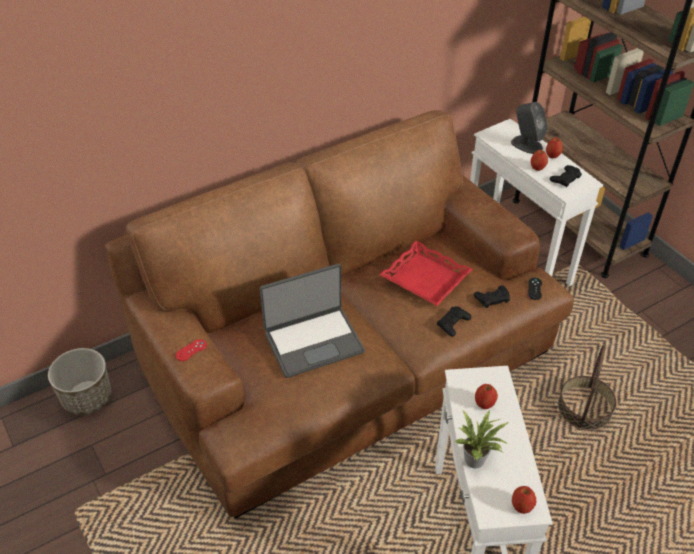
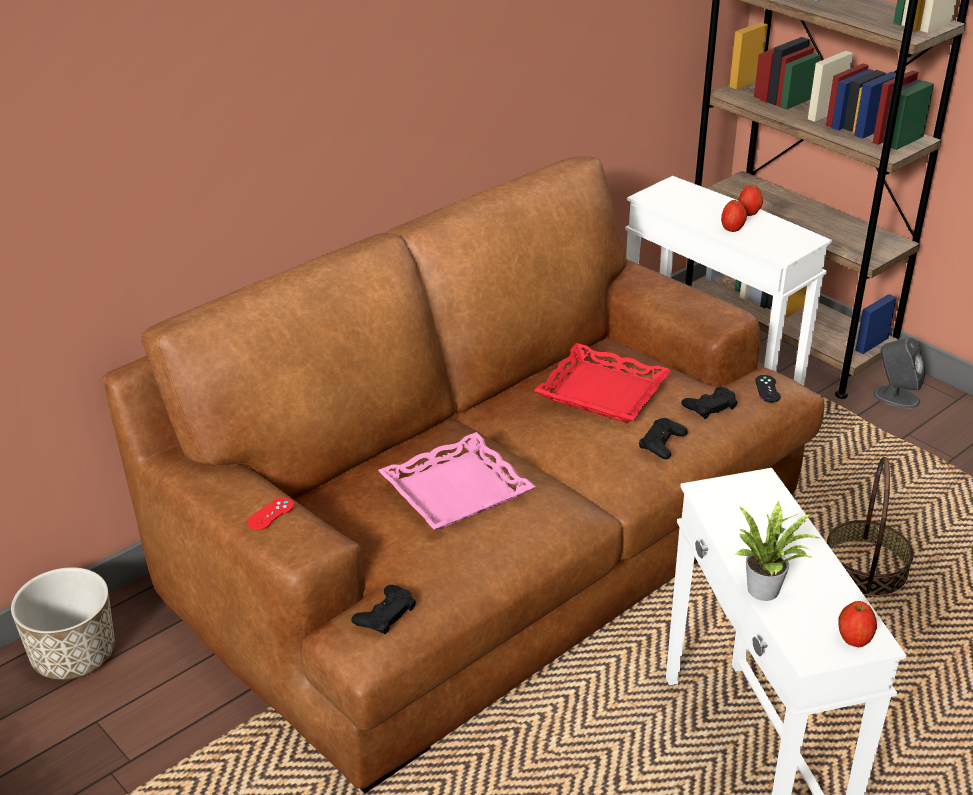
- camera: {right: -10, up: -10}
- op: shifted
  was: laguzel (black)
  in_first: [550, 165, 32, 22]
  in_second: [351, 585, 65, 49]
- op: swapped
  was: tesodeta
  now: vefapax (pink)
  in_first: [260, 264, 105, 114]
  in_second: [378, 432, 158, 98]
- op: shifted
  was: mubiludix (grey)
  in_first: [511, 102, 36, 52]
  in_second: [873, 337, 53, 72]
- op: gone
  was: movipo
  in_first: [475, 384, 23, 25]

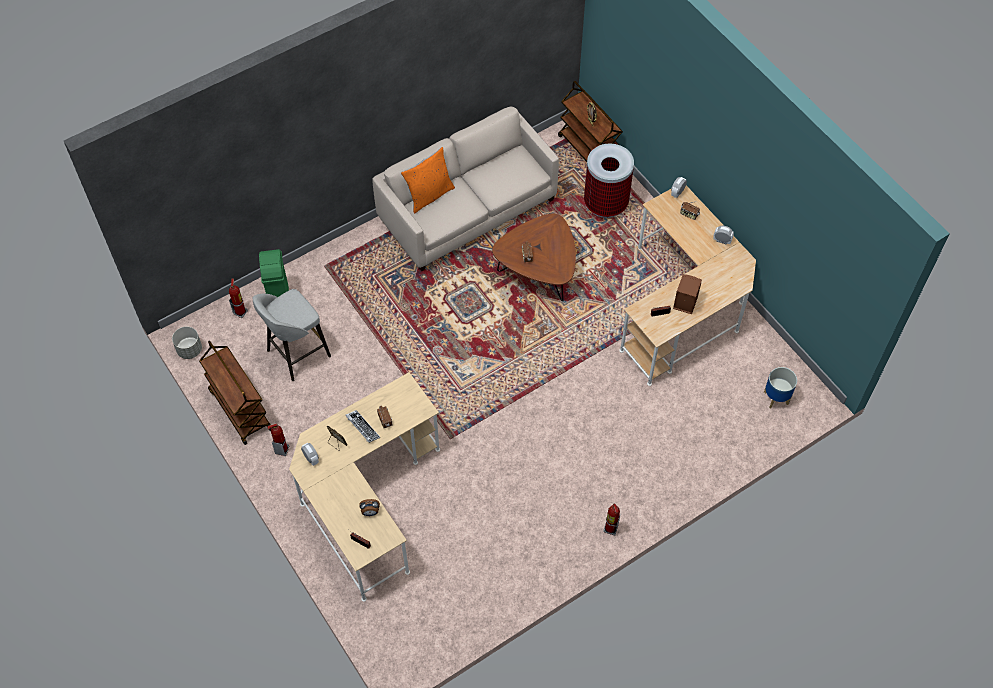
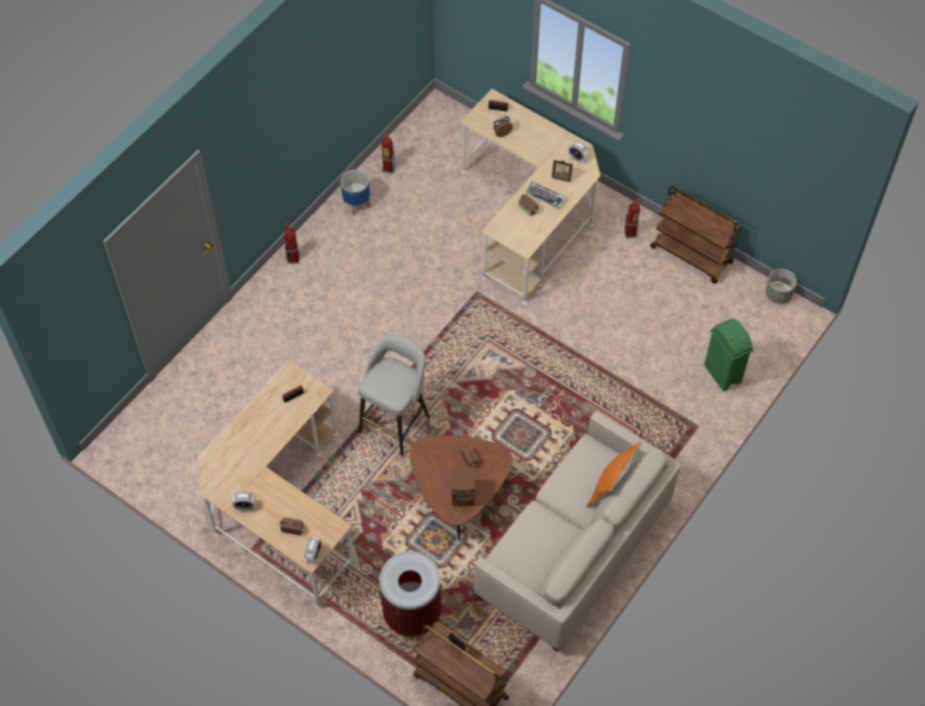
- camera: {right: 160, up: 0}
- op: shifted
  was: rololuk
  in_first: [764, 367, 33, 41]
  in_second: [341, 170, 30, 45]
- op: shifted
  was: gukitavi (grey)
  in_first: [253, 289, 78, 92]
  in_second: [358, 334, 72, 122]
- op: shifted
  was: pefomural
  in_first: [229, 278, 19, 40]
  in_second: [381, 134, 14, 40]
- op: shifted
  was: mubiludix (brown)
  in_first: [673, 274, 29, 40]
  in_second: [452, 467, 23, 40]

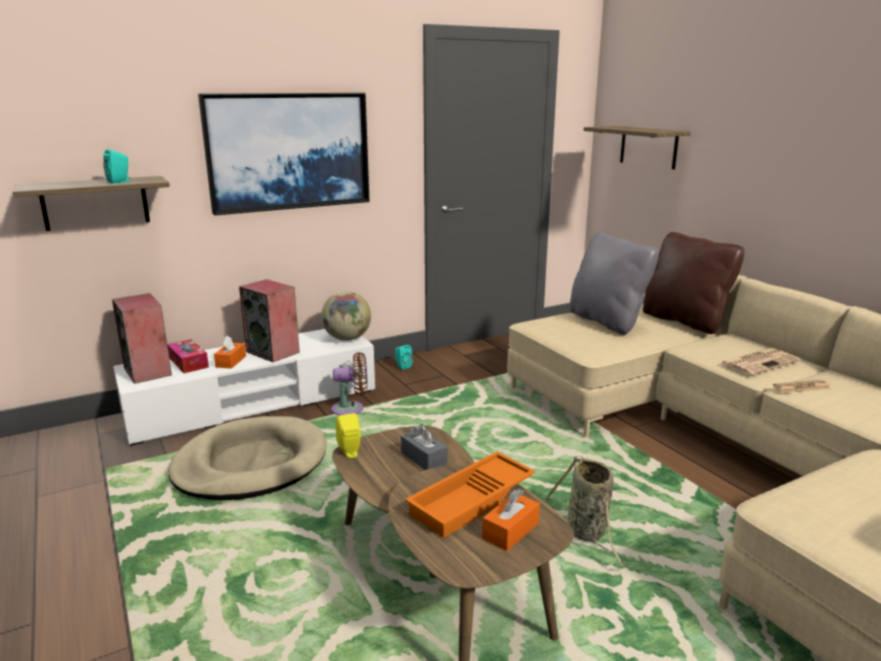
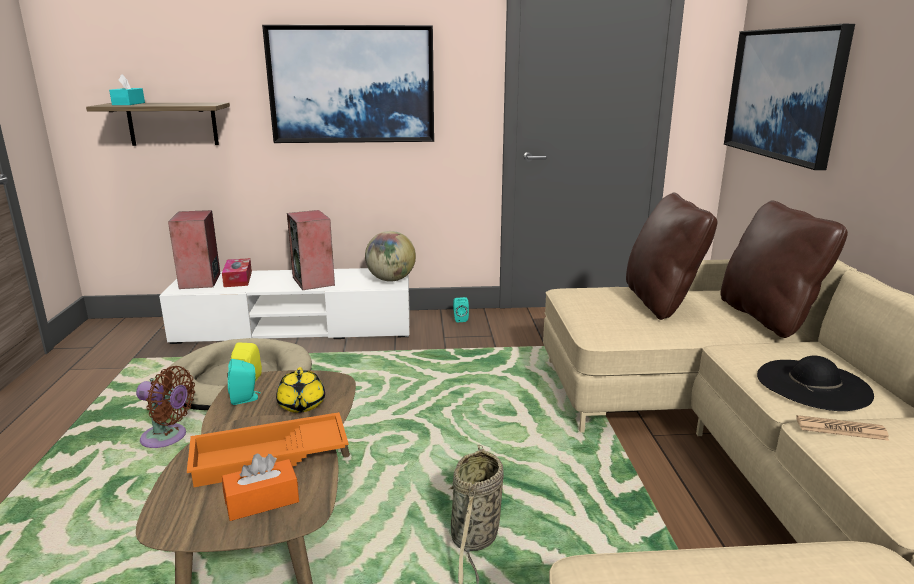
- camera: {right: 25, up: 0}
- op: new
  now: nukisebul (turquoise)
  in_second: [109, 74, 36, 31]
- op: shifted
  was: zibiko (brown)
  in_first: [331, 352, 36, 64]
  in_second: [136, 366, 59, 82]
- op: shifted
  was: mubiludix (turquoise)
  in_first: [103, 149, 28, 35]
  in_second: [228, 359, 33, 46]
- op: swapped
  was: nukisebul (grey)
  now: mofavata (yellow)
  in_first: [401, 424, 47, 46]
  in_second: [276, 367, 49, 46]
- op: repainted
  was: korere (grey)
  now: korere (brown)
  in_first: [570, 232, 89, 103]
  in_second: [626, 192, 91, 128]
- op: swapped
  was: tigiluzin
  now: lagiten
  in_first: [584, 126, 106, 43]
  in_second: [724, 24, 131, 146]
- op: swapped
  was: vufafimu
  now: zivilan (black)
  in_first: [720, 348, 80, 28]
  in_second: [757, 356, 117, 55]
- op: gone
  was: nukisebul (orange)
  in_first: [214, 336, 32, 33]

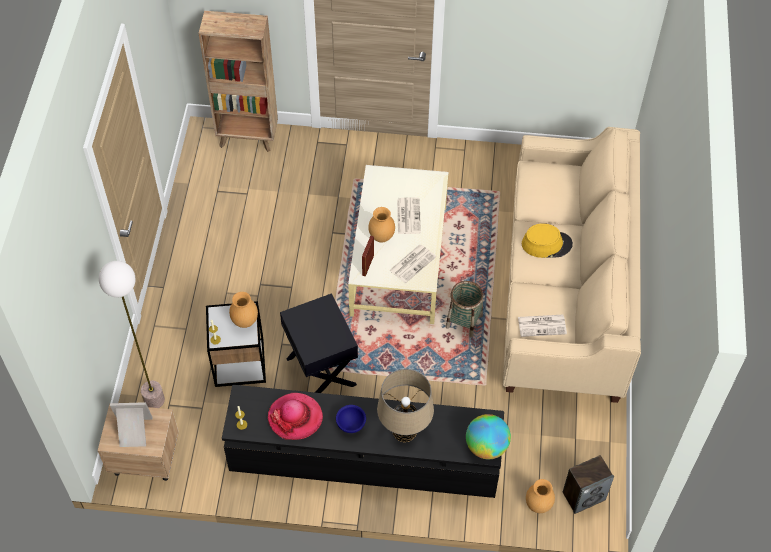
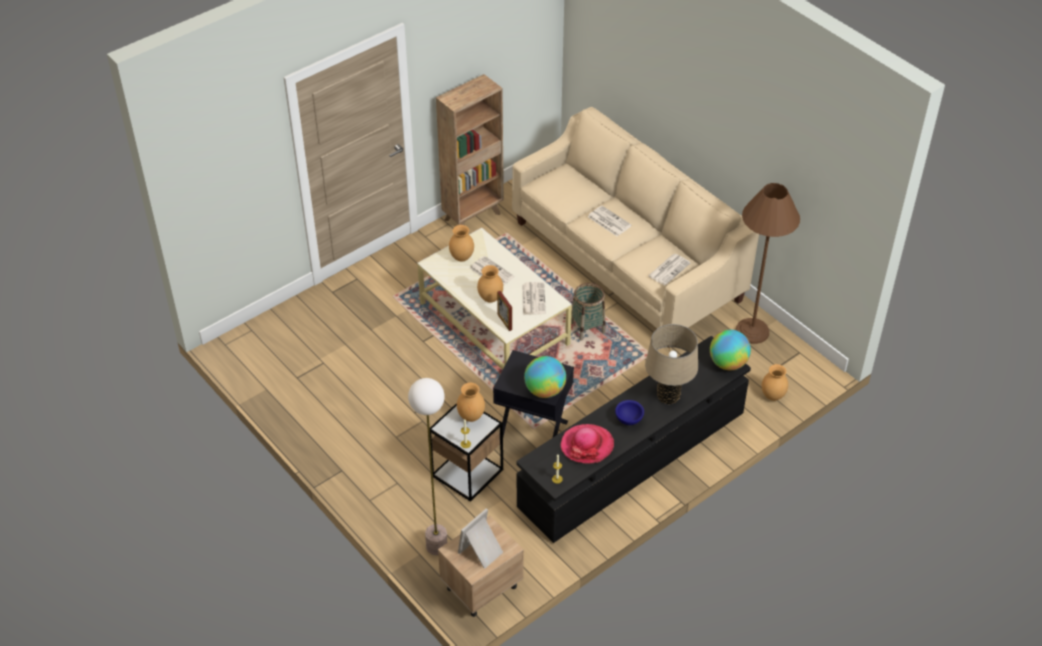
- camera: {right: -45, up: -10}
- op: shifted
  was: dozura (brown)
  in_first: [199, 11, 79, 141]
  in_second: [436, 74, 68, 151]
- op: new
  now: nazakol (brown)
  in_second: [449, 225, 25, 37]
- op: new
  now: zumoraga
  in_second: [524, 356, 42, 42]
- op: swapped
  was: zivilan (yellow)
  now: vufafimu
  in_first: [522, 223, 51, 35]
  in_second: [588, 206, 44, 30]
- op: new
  now: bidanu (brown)
  in_second: [735, 183, 65, 161]
- op: gone
  was: mubiludix
  in_first: [563, 455, 51, 59]

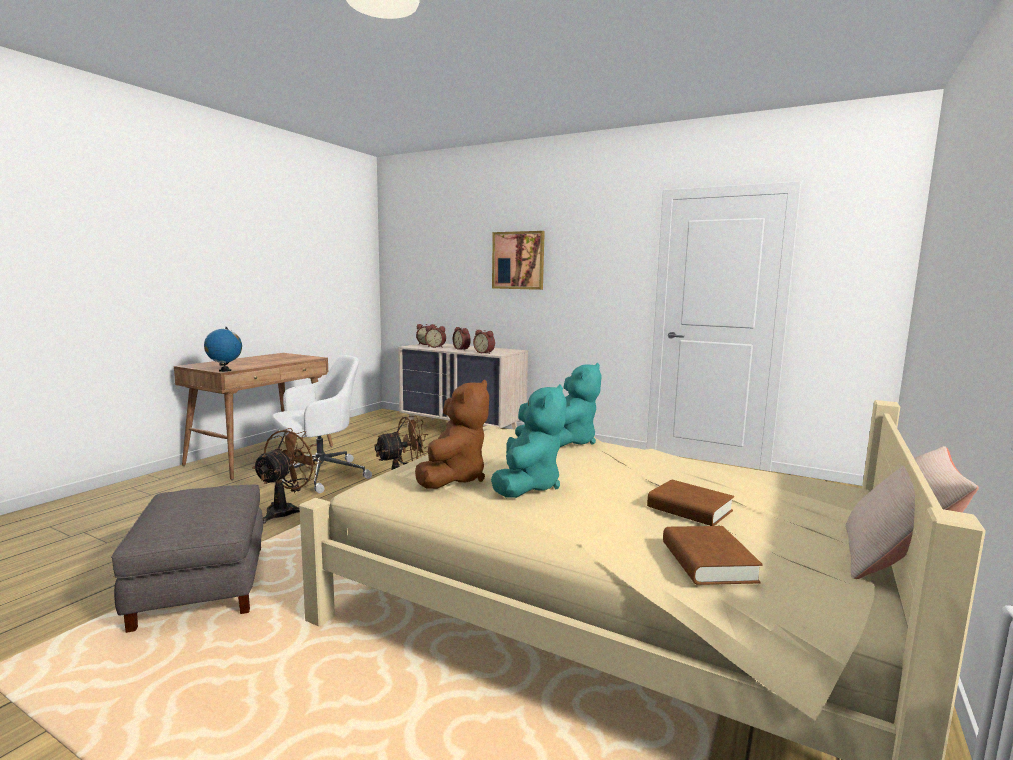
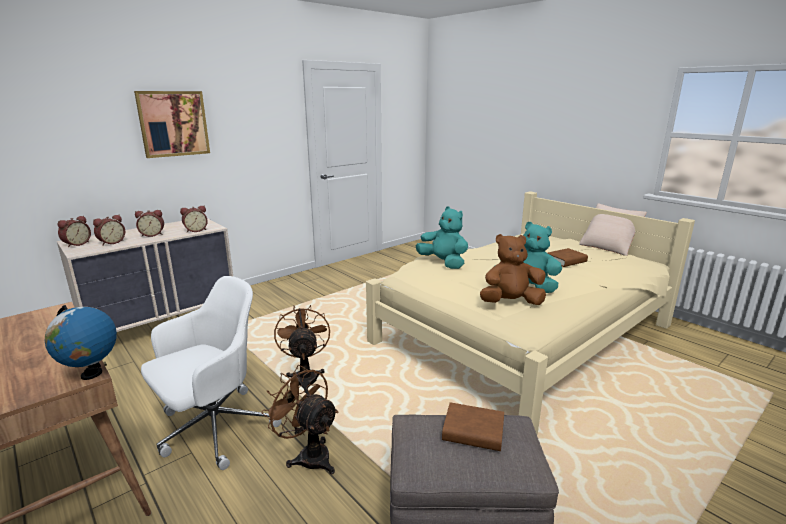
- camera: {right: -70, up: 10}
- op: rotated
  was: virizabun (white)
  in_first: [272, 355, 100, 138]
  in_second: [141, 276, 141, 194]
  clockwise: 60
- op: shifted
  was: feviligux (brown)
  in_first: [663, 526, 99, 59]
  in_second: [442, 402, 62, 49]
- op: rotated
  was: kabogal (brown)
  in_first: [415, 380, 74, 109]
  in_second: [480, 234, 66, 71]
  clockwise: -45

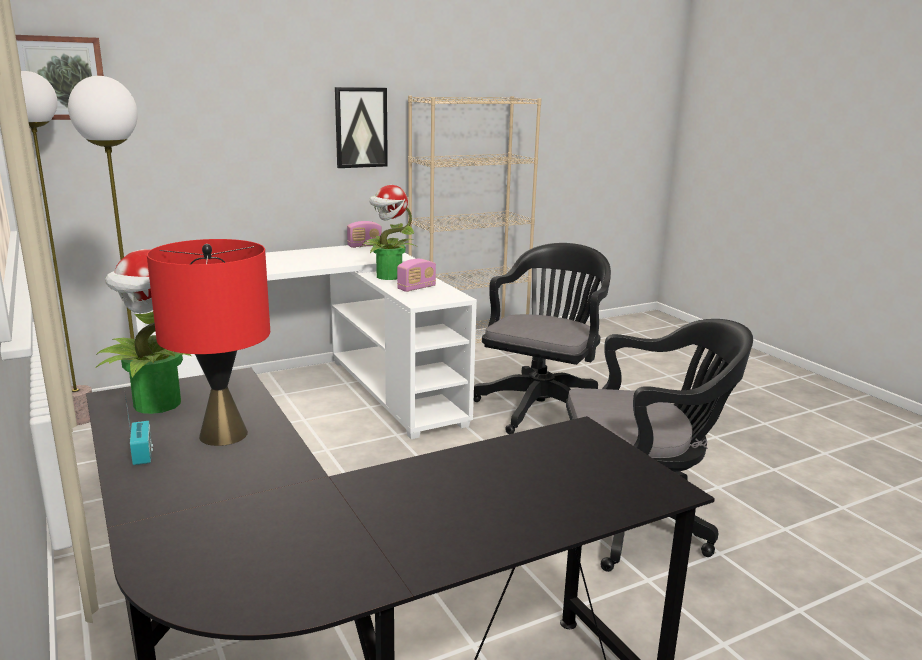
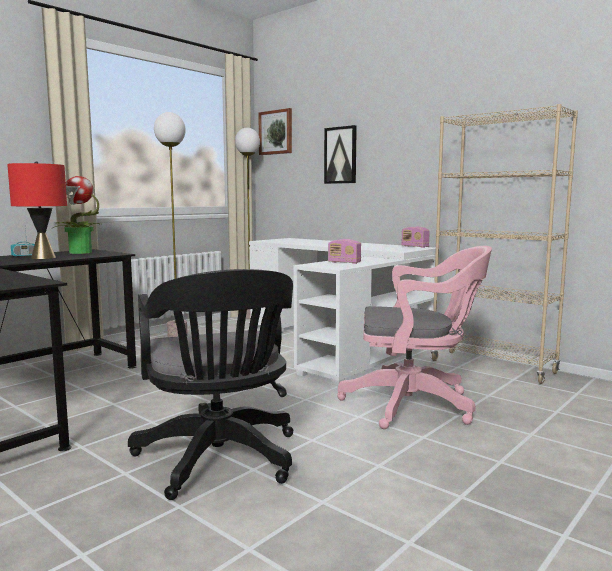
- camera: {right: 70, up: -10}
- op: shifted
  was: lagiten
  in_first: [335, 87, 53, 81]
  in_second: [324, 125, 33, 59]
- op: repainted
  was: virizabun (black)
  now: virizabun (pink)
  in_first: [474, 243, 137, 191]
  in_second: [337, 246, 155, 183]
- op: gone
  was: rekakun
  in_first: [359, 185, 58, 95]

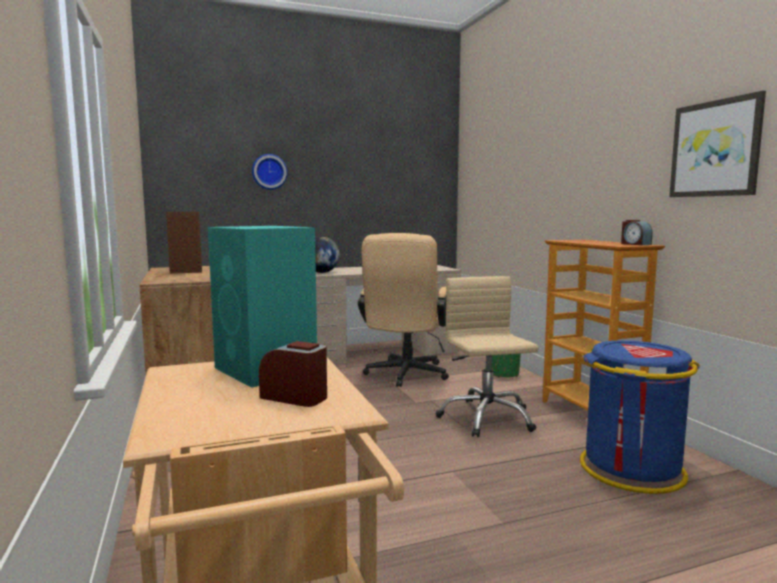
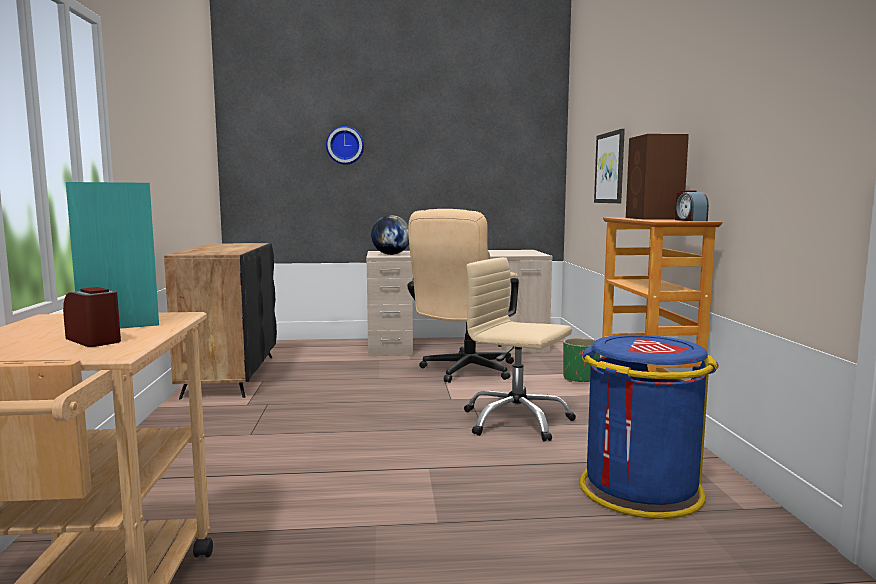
- camera: {right: 15, up: 0}
- op: rotated
  was: virizabun (beige)
  in_first: [436, 276, 103, 161]
  in_second: [464, 257, 112, 185]
  clockwise: -60
- op: shifted
  was: lagiten
  in_first: [669, 91, 97, 106]
  in_second: [594, 129, 31, 74]
- op: shifted
  was: mubiludix (brown)
  in_first: [166, 212, 36, 62]
  in_second: [626, 134, 63, 86]

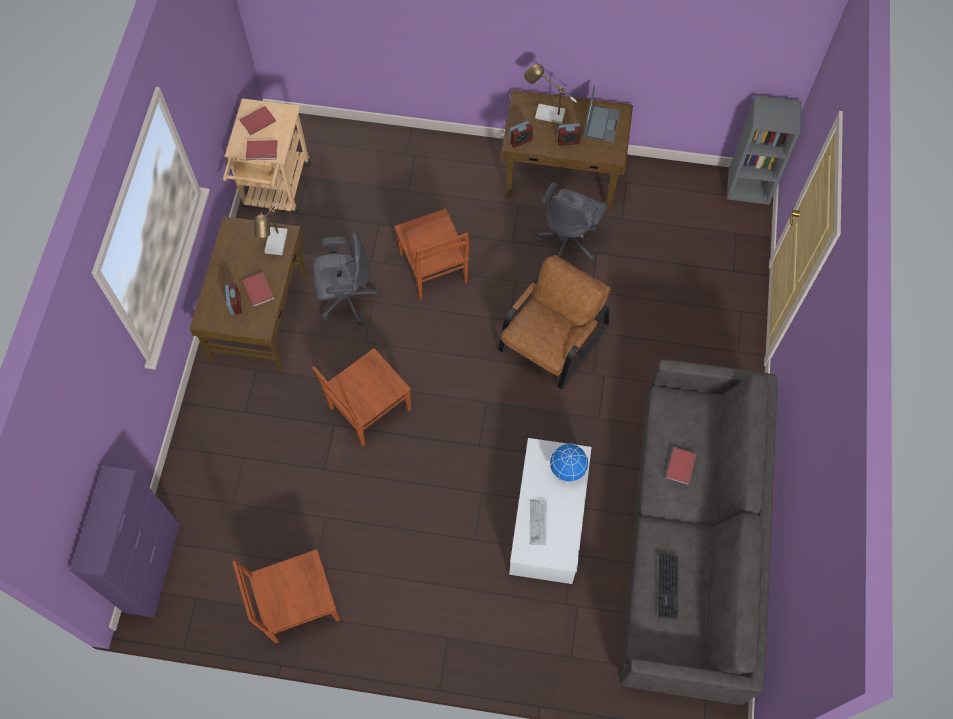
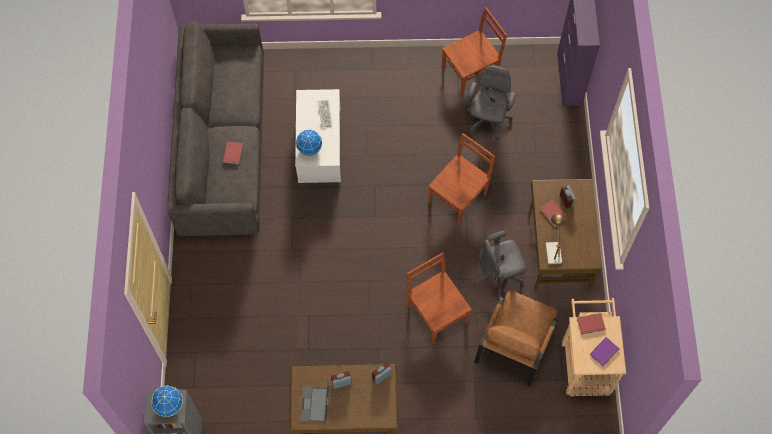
- camera: {right: 170, up: 0}
- op: new
  now: zumoraga
  in_second: [151, 385, 32, 32]
- op: shifted
  was: virizabun (grey)
  in_first: [537, 182, 71, 79]
  in_second: [467, 65, 49, 75]
- op: shifted
  was: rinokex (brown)
  in_first: [498, 255, 113, 134]
  in_second: [474, 290, 84, 96]
- op: repainted
  was: feviligux (red)
  now: feviligux (purple)
  in_first: [239, 106, 37, 29]
  in_second: [589, 337, 30, 29]
- op: gone
  was: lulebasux
  in_first: [524, 64, 54, 60]
- op: gone
  was: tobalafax
  in_first: [658, 554, 20, 65]

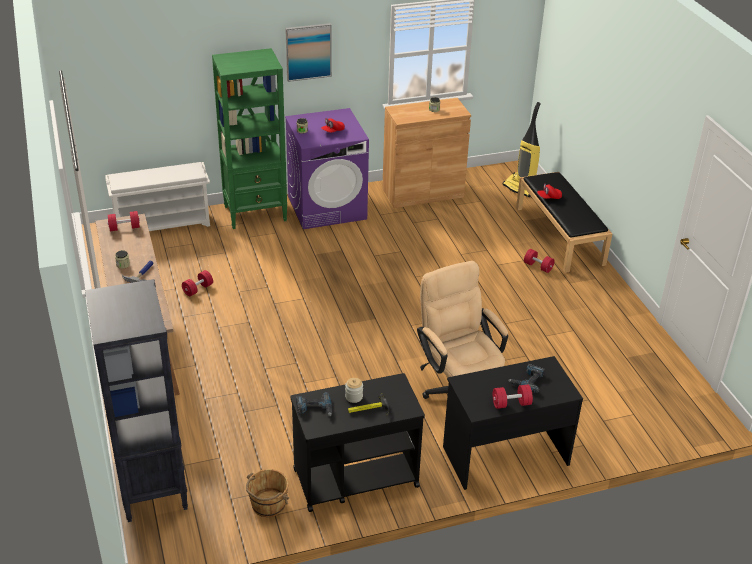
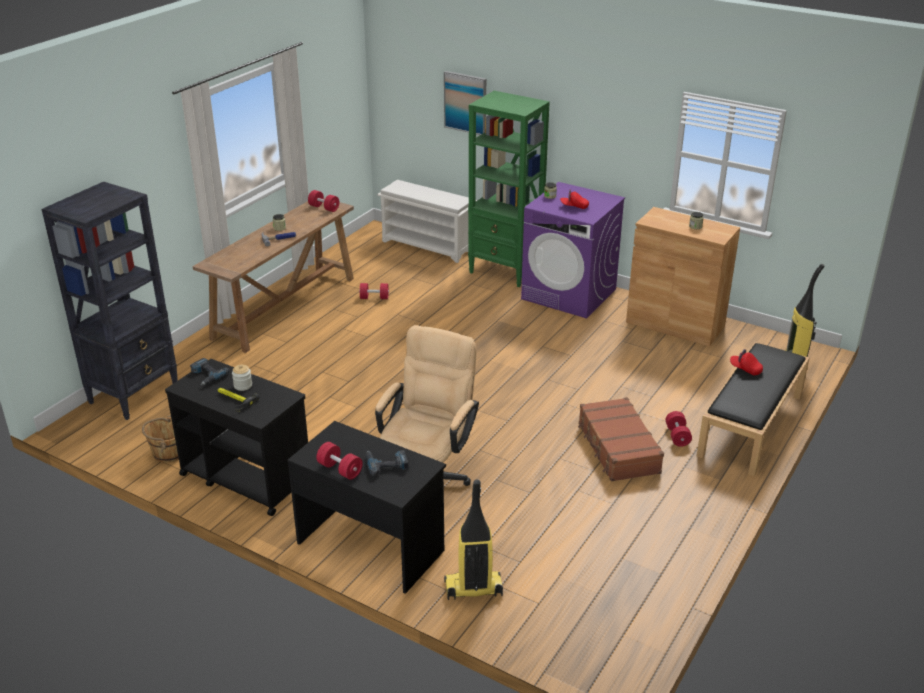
- camera: {right: 50, up: -5}
- op: shifted
  was: lagiten
  in_first: [285, 23, 47, 59]
  in_second: [444, 71, 42, 64]
- op: new
  now: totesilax
  in_second: [444, 479, 59, 121]
- op: new
  now: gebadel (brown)
  in_second: [578, 397, 86, 85]

